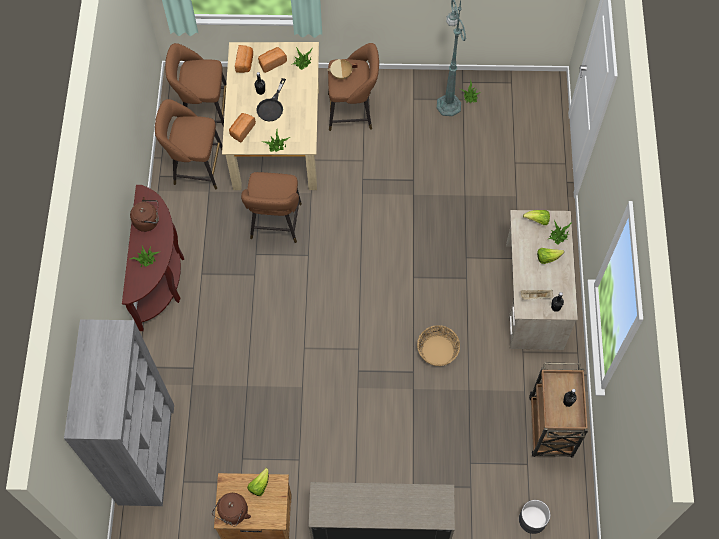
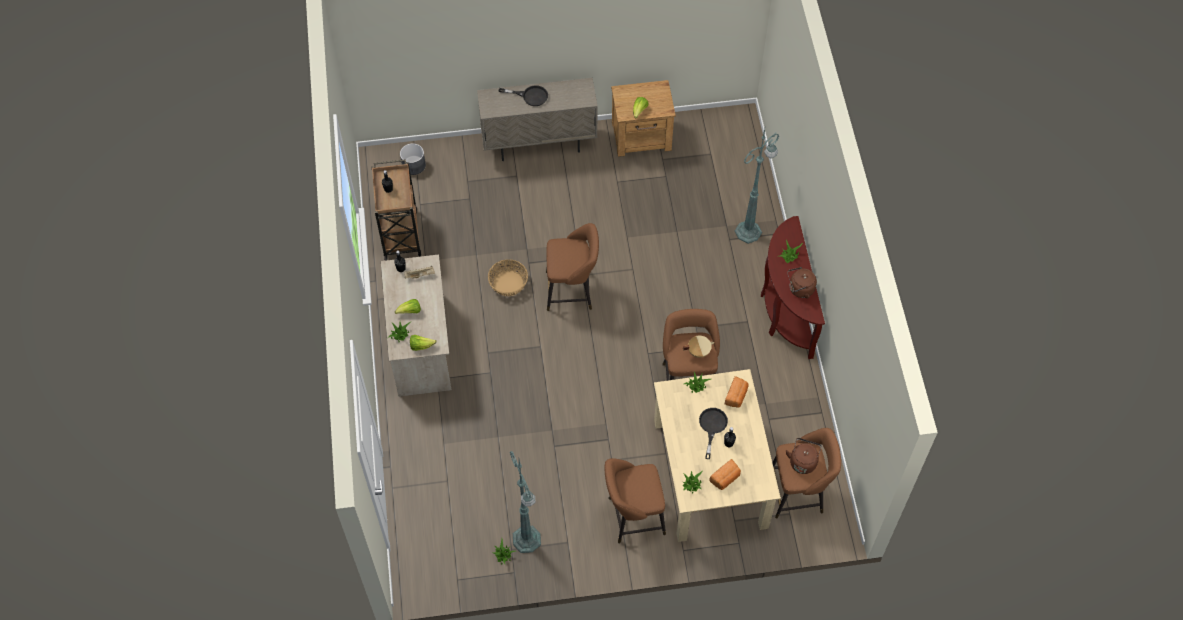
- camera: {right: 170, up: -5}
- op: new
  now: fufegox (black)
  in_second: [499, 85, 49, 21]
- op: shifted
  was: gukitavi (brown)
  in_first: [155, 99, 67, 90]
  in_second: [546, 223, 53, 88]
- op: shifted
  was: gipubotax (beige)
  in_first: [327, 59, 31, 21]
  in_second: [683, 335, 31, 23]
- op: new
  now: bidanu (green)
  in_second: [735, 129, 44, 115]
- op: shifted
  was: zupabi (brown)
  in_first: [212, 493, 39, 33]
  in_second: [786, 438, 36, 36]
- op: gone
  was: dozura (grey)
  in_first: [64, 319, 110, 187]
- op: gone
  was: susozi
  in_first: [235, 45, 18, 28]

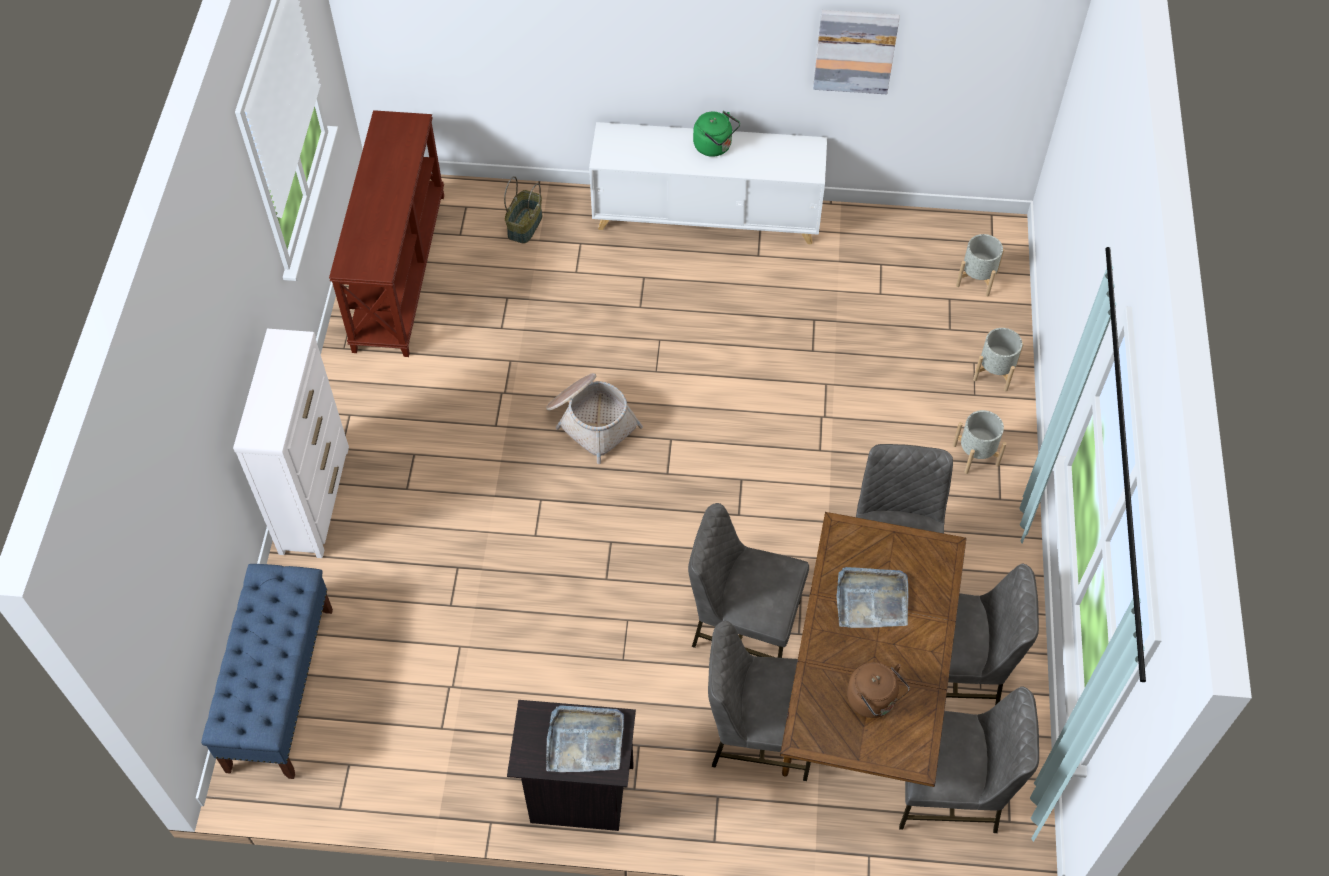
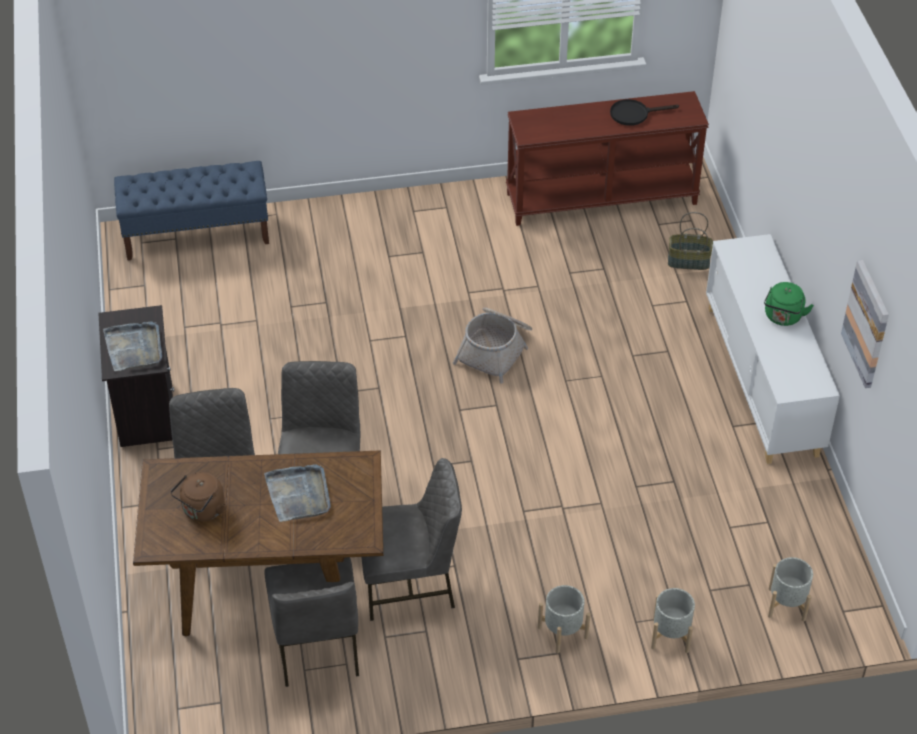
- camera: {right: 75, up: -10}
- op: new
  now: fufegox (black)
  in_second: [610, 99, 69, 27]
- op: gone
  was: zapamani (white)
  in_first: [233, 329, 116, 229]
- op: gone
  was: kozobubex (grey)
  in_first: [899, 686, 140, 147]

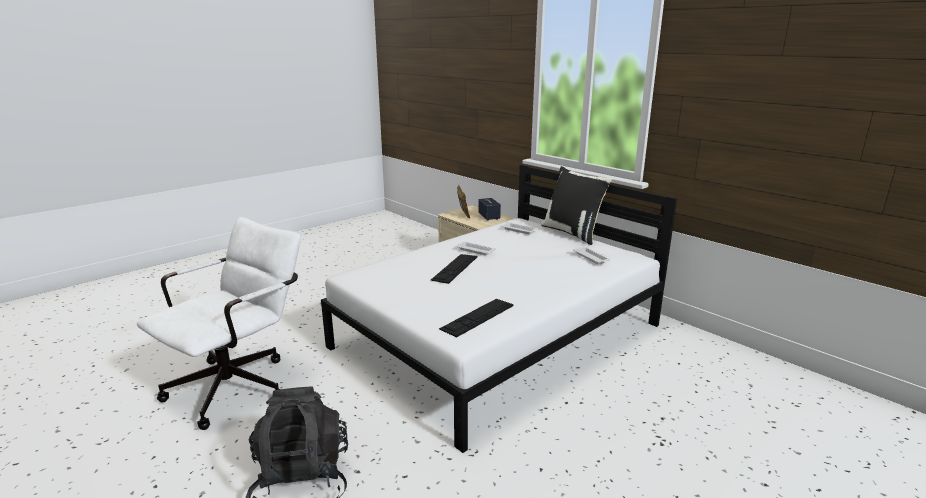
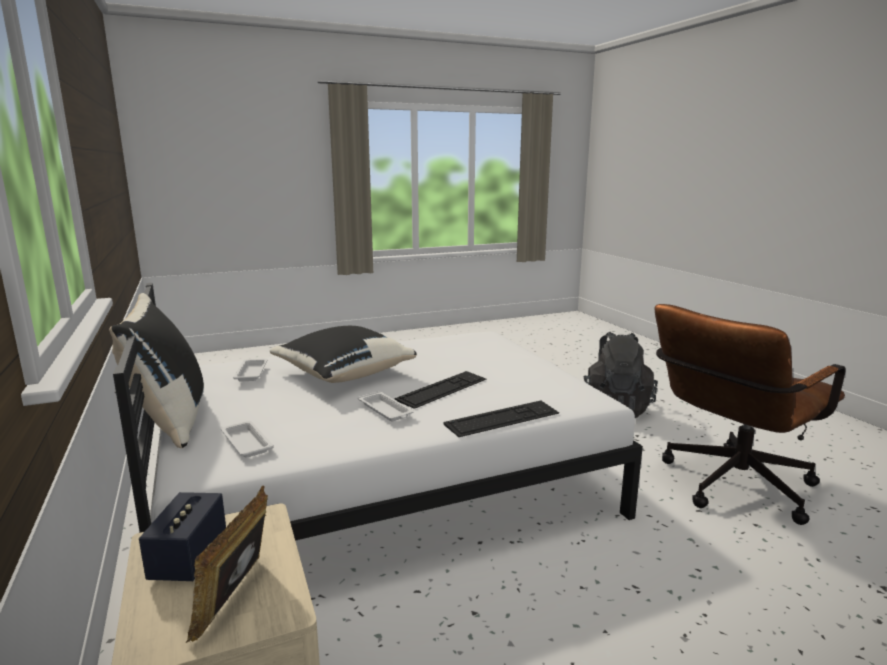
- camera: {right: -160, up: -5}
- op: new
  now: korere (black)
  in_second: [270, 326, 147, 57]
- op: shifted
  was: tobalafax
  in_first: [439, 299, 74, 39]
  in_second: [443, 400, 116, 37]
- op: repainted
  was: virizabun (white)
  now: virizabun (brown)
  in_first: [137, 217, 164, 213]
  in_second: [655, 304, 190, 221]

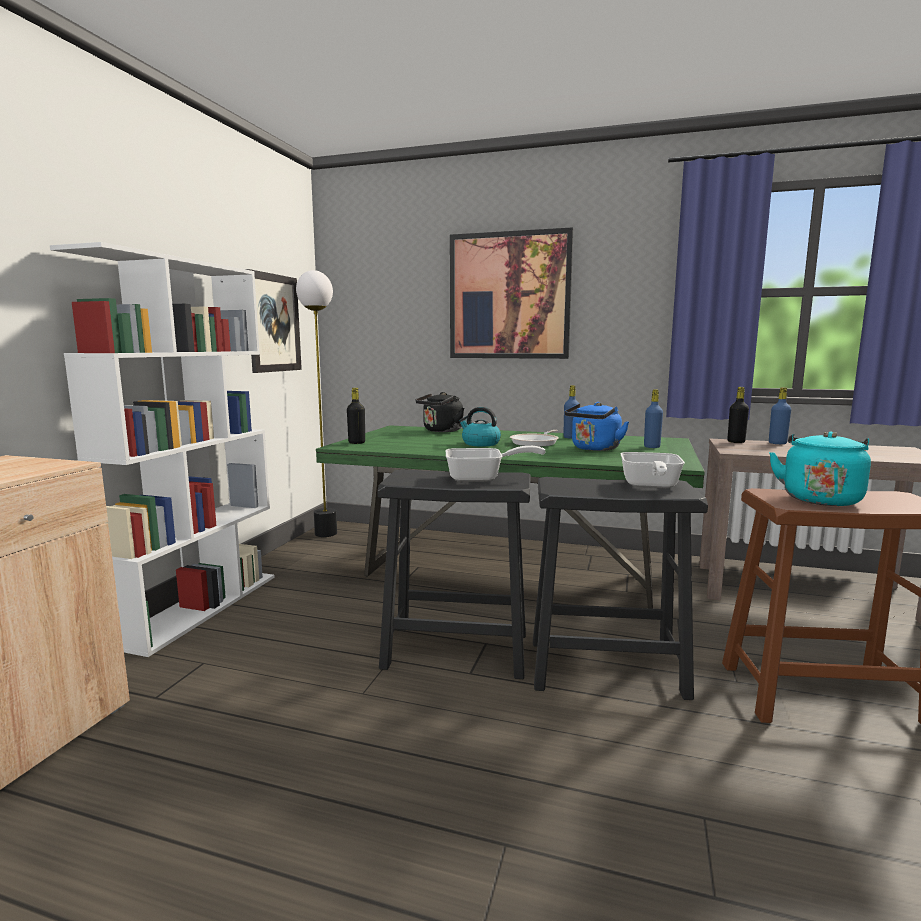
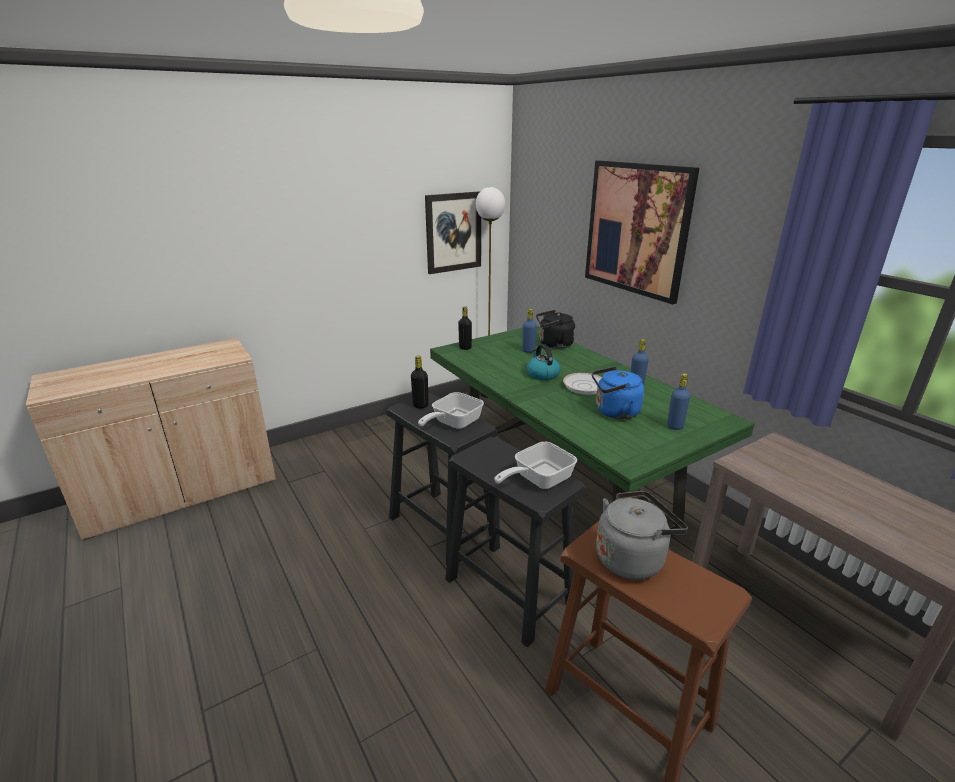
- camera: {right: 40, up: 15}
- op: shifted
  was: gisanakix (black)
  in_first: [727, 387, 22, 56]
  in_second: [411, 356, 18, 53]
- op: rotated
  was: fufegox
  in_first: [446, 446, 100, 36]
  in_second: [418, 392, 66, 37]
  clockwise: 90
- op: shifted
  was: gisanakix (blue)
  in_first: [769, 387, 22, 57]
  in_second: [522, 309, 15, 44]
- op: repainted
  was: zupabi (turquoise)
  now: zupabi (grey)
  in_first: [769, 431, 102, 75]
  in_second: [596, 491, 92, 89]
- op: gone
  was: dozura (white)
  in_first: [50, 242, 225, 415]

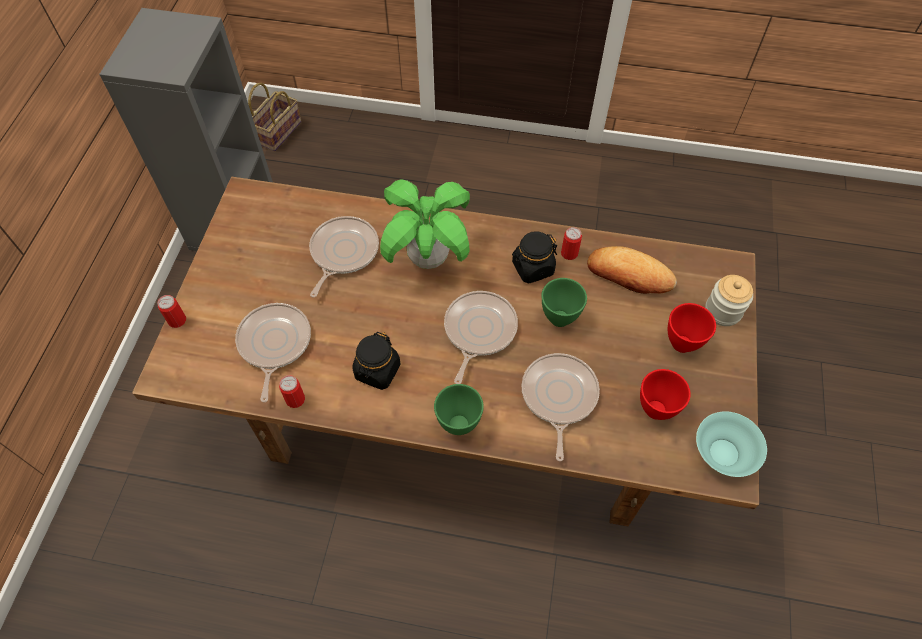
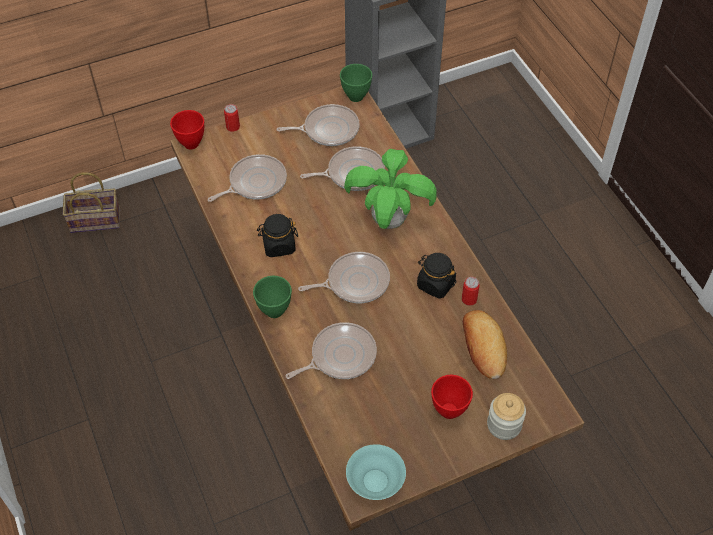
- camera: {right: 55, up: -5}
- op: shifted
  was: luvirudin
  in_first: [248, 83, 53, 68]
  in_second: [62, 172, 58, 61]
- op: shifted
  was: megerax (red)
  in_first: [640, 369, 51, 51]
  in_second: [170, 110, 34, 39]
- op: new
  now: fufegox
  in_second: [276, 104, 84, 42]
- op: shifted
  was: megerax (green)
  in_first: [541, 278, 46, 49]
  in_second: [340, 64, 32, 38]
- op: gone
  was: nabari
  in_first: [279, 375, 26, 33]

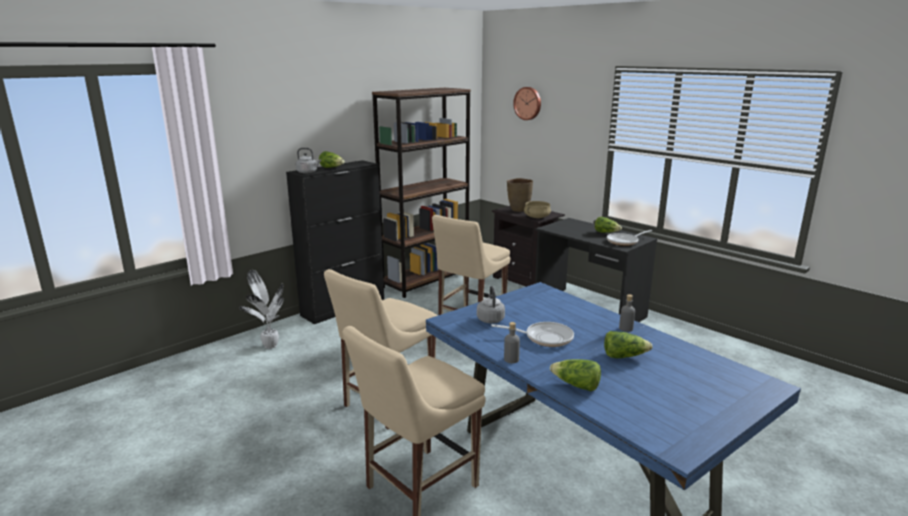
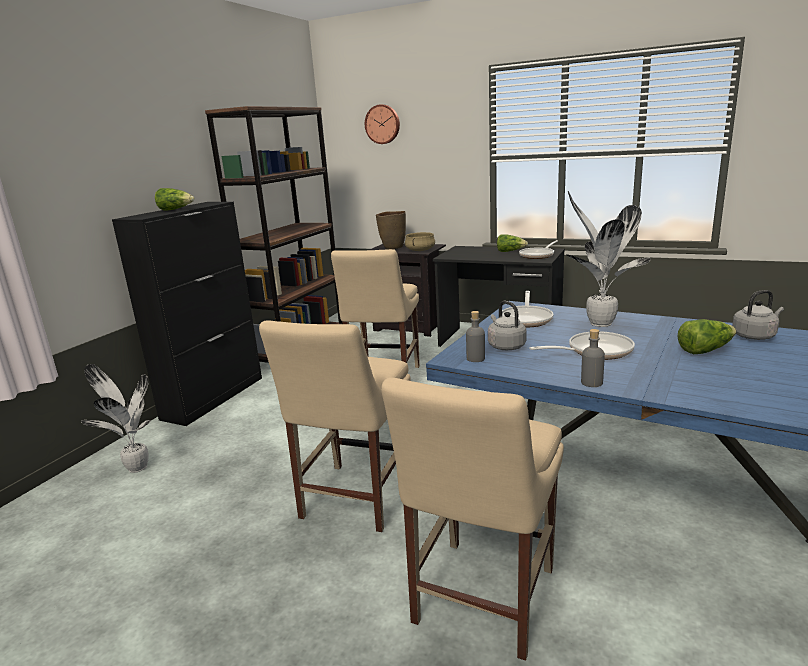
- camera: {right: -20, up: 0}
- op: shifted
  was: gisanakix (grey)
  in_first: [619, 294, 16, 38]
  in_second: [466, 311, 19, 51]
- op: new
  now: fufegox
  in_second: [502, 291, 52, 36]
- op: new
  now: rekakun
  in_second: [566, 191, 84, 136]
- op: shifted
  was: zupabi (grey)
  in_first: [296, 148, 25, 25]
  in_second: [732, 290, 52, 50]
- op: gone
  was: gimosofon
  in_first: [550, 359, 51, 32]

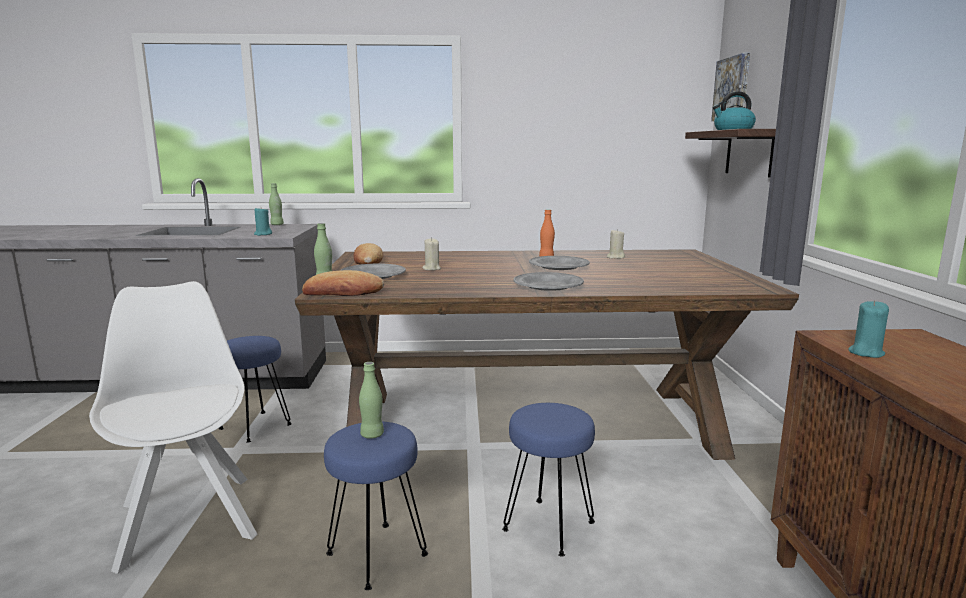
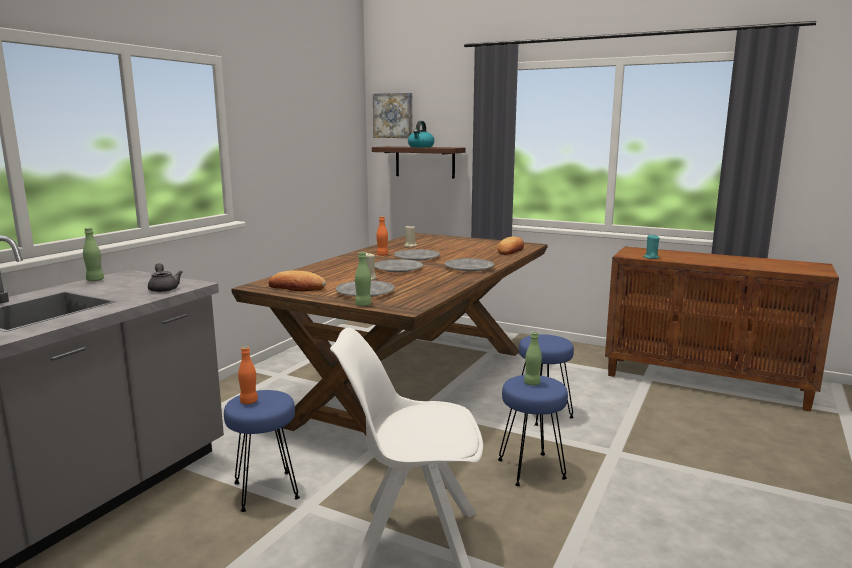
- camera: {right: -60, up: 0}
- op: swapped
  was: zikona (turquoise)
  now: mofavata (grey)
  in_first: [254, 208, 18, 28]
  in_second: [148, 263, 35, 29]
- op: new
  now: gisanakix (orange)
  in_second: [238, 346, 20, 58]
- op: new
  now: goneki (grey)
  in_second: [374, 259, 49, 13]
- op: shifted
  was: susozi
  in_first: [302, 270, 82, 26]
  in_second: [497, 237, 27, 18]

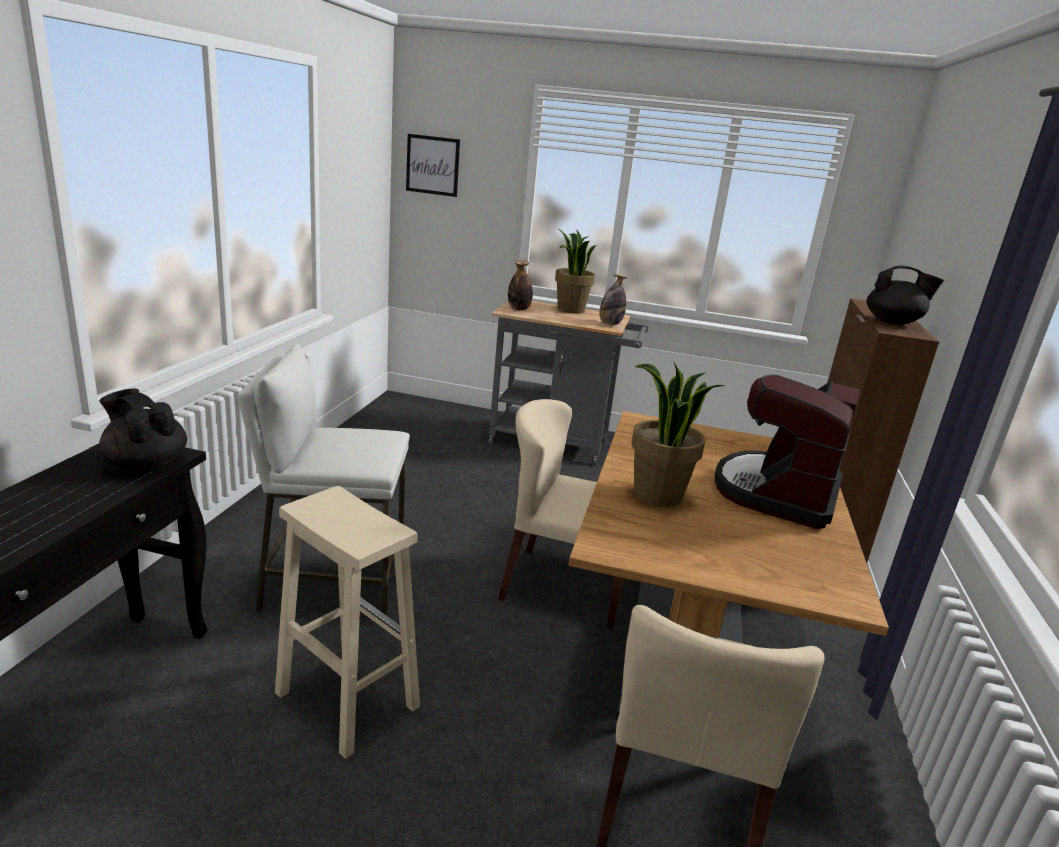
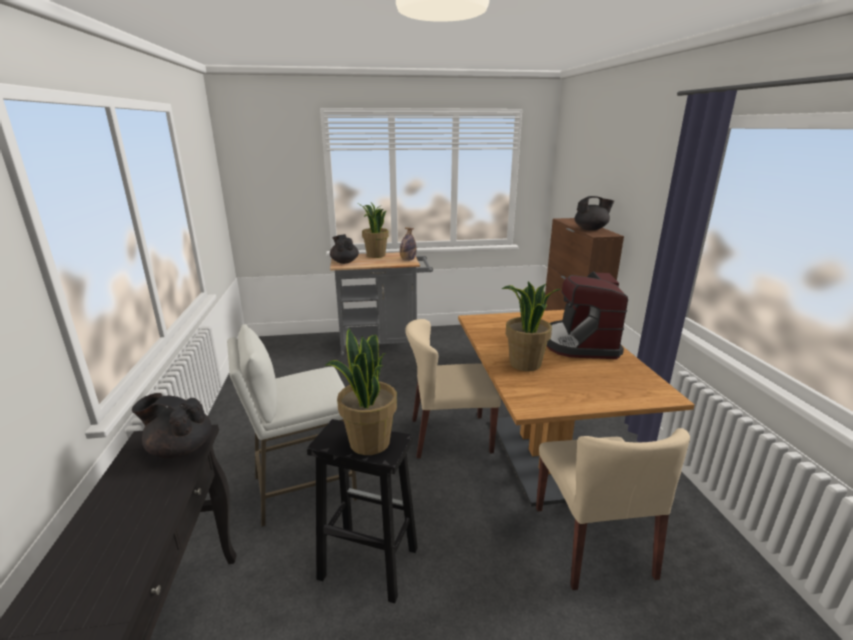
- camera: {right: -20, up: 0}
- op: repainted
  was: gukitavi (beige)
  now: gukitavi (black)
  in_first: [275, 486, 145, 273]
  in_second: [307, 419, 111, 185]
- op: new
  now: rekakun
  in_second: [325, 328, 72, 127]
- op: swapped
  was: gisanakix
  now: mofavata (black)
  in_first: [508, 260, 25, 50]
  in_second: [330, 234, 29, 30]
- op: gone
  was: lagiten
  in_first: [406, 134, 54, 63]

